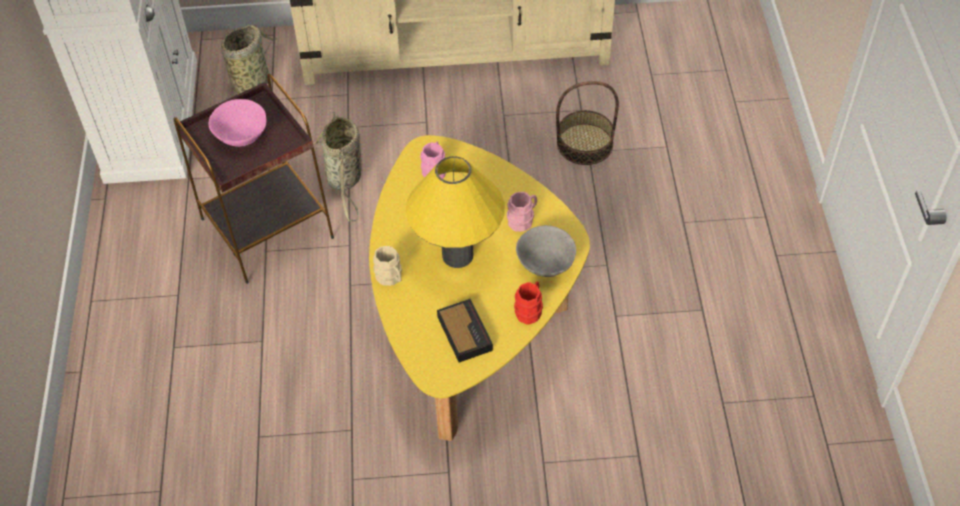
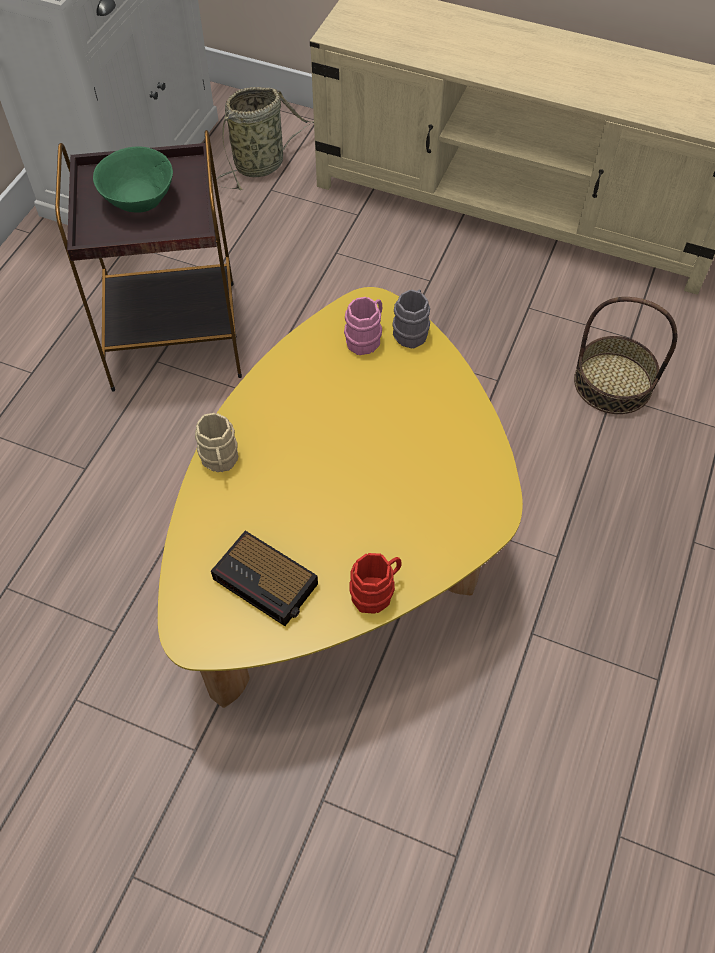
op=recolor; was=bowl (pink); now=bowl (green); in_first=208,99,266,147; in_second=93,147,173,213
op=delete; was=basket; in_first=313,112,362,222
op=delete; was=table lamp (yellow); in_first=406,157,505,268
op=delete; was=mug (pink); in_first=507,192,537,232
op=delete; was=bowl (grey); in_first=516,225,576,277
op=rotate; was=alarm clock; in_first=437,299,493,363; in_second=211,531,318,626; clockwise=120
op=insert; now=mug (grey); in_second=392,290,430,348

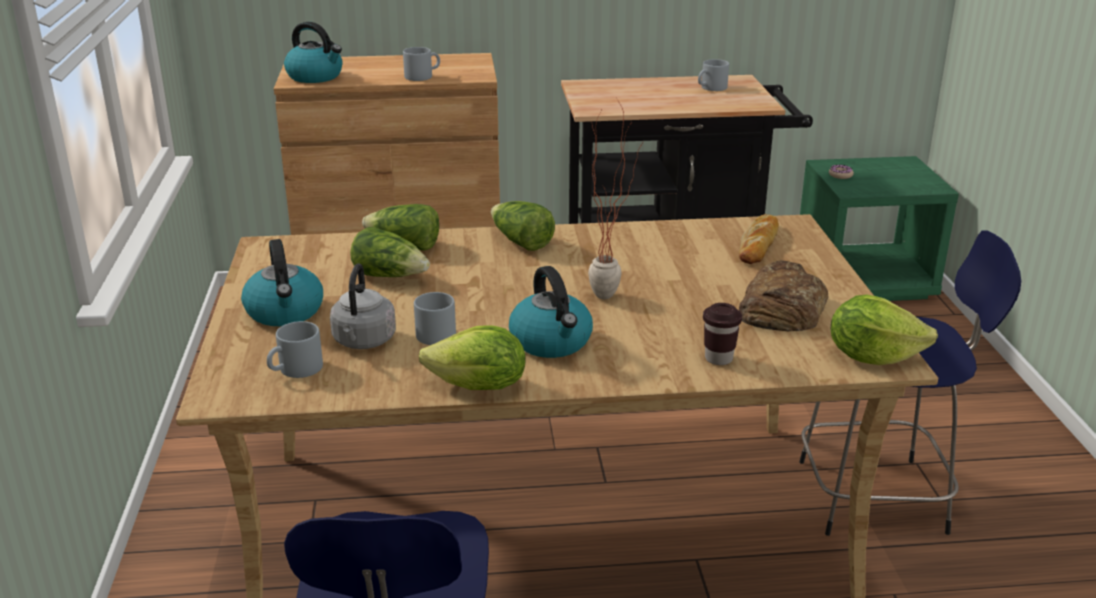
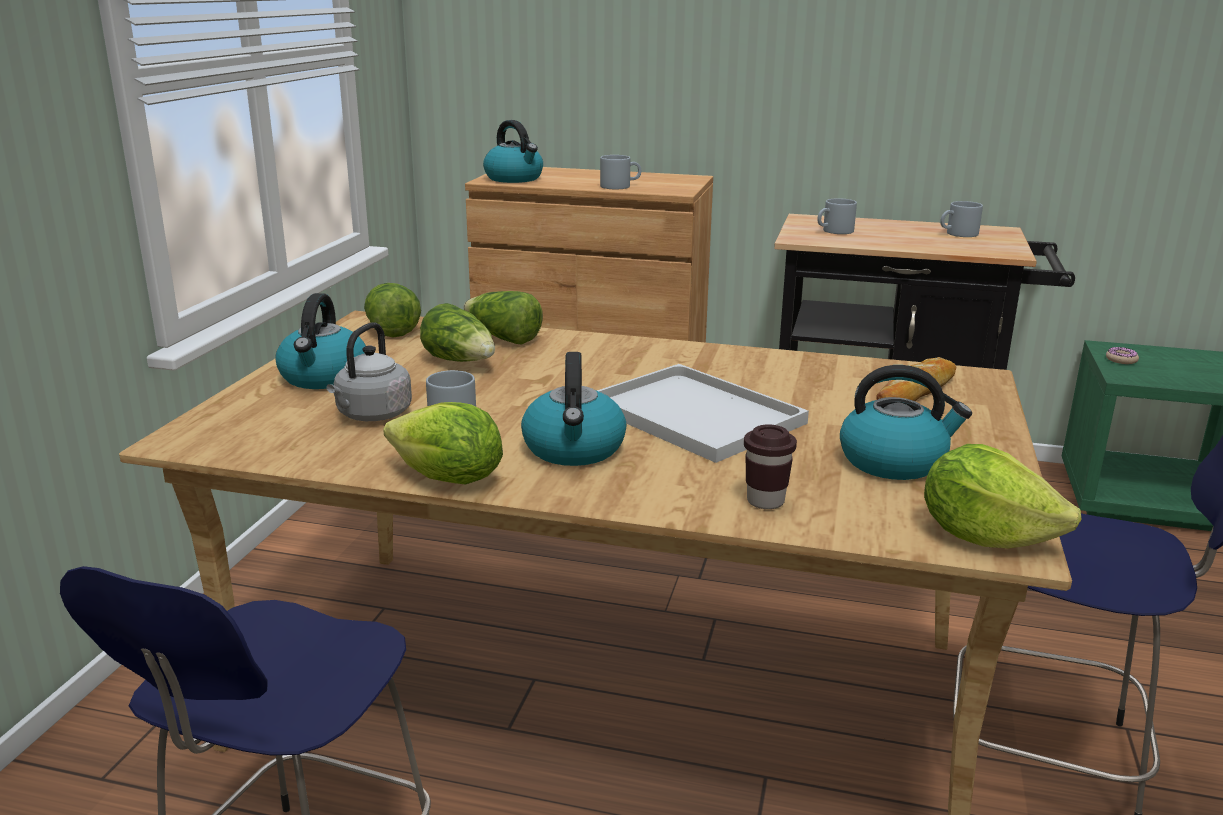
op=replace; was=potted plant; now=tray (white); in_first=588,96,642,299; in_second=597,364,809,463
op=move; was=lettuce; in_first=491,201,555,251; in_second=364,283,421,337
op=replace; was=bread; now=kettle; in_first=739,260,828,331; in_second=840,365,972,480
op=move; was=mug (grey); in_first=267,321,323,378; in_second=817,198,857,234

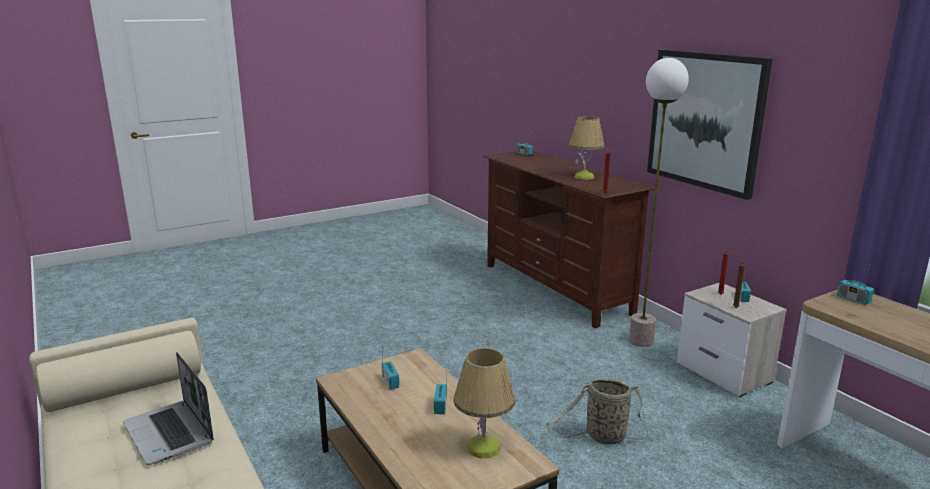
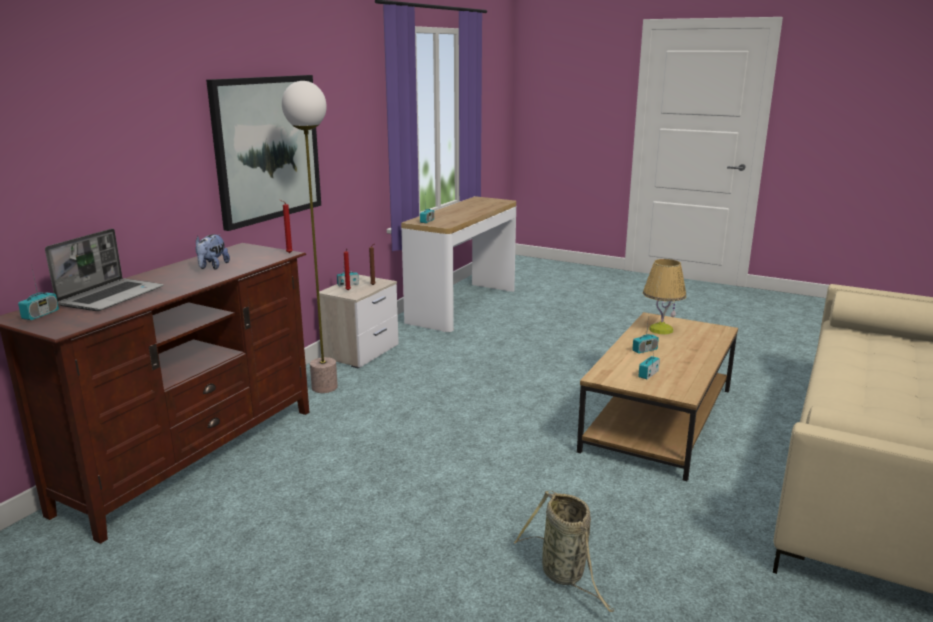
op=replace; was=table lamp; now=plush toy; in_first=569,116,605,180; in_second=195,234,230,270
op=move; was=laptop; in_first=123,352,214,465; in_second=45,228,164,311
op=move; was=basket; in_first=546,379,648,445; in_second=514,491,614,612

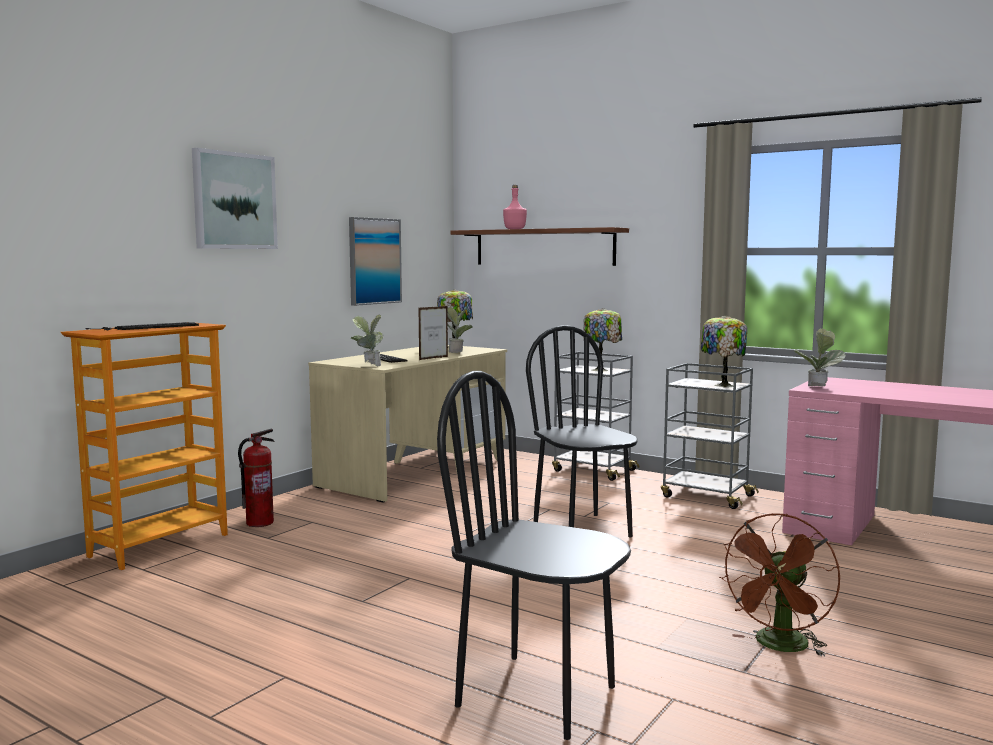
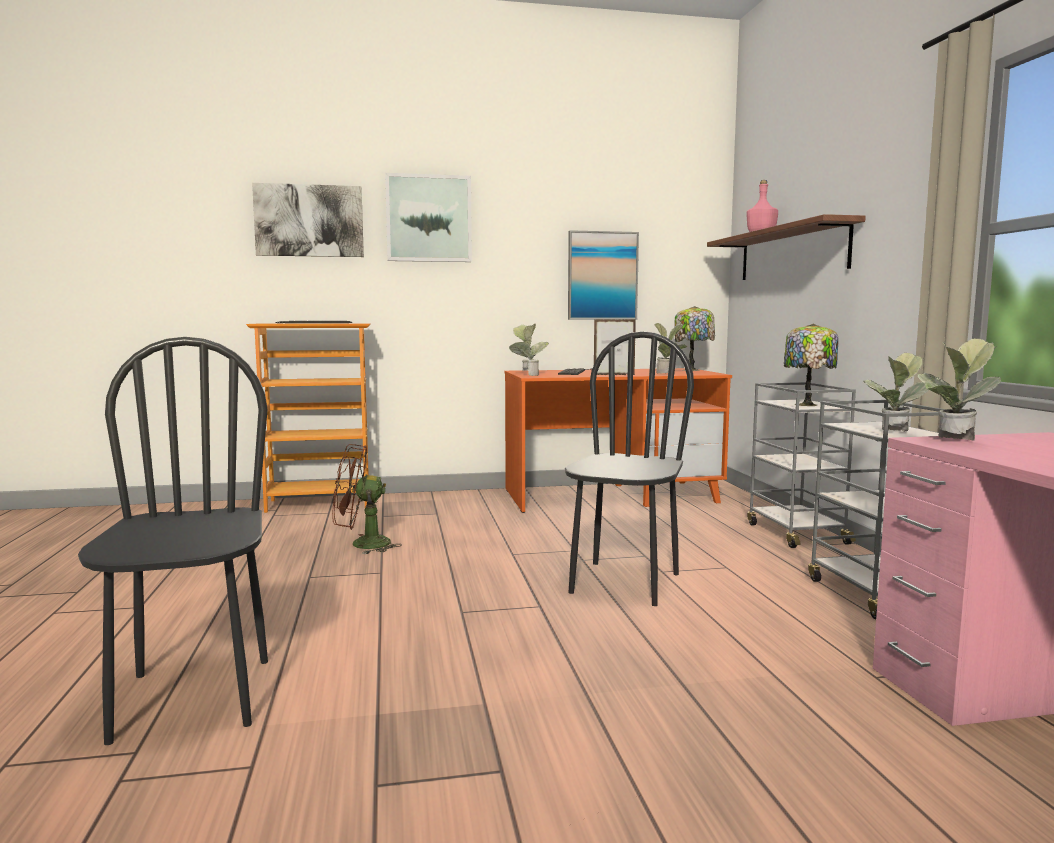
op=replace; was=table lamp; now=potted plant; in_first=701,316,747,387; in_second=863,353,928,431
op=recolor; was=desk (beige); now=desk (orange); in_first=308,345,507,503; in_second=504,368,732,513
op=delete; was=fire extinguisher; in_first=238,429,274,527
op=move; was=fan (brown); in_first=719,513,840,657; in_second=332,444,402,555
op=insert; now=picture; in_second=252,183,364,257

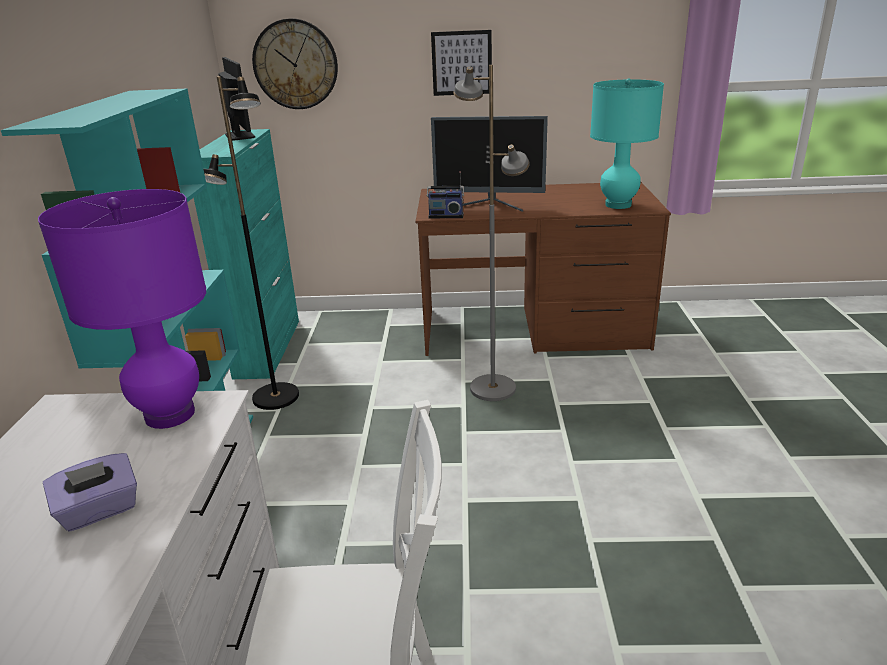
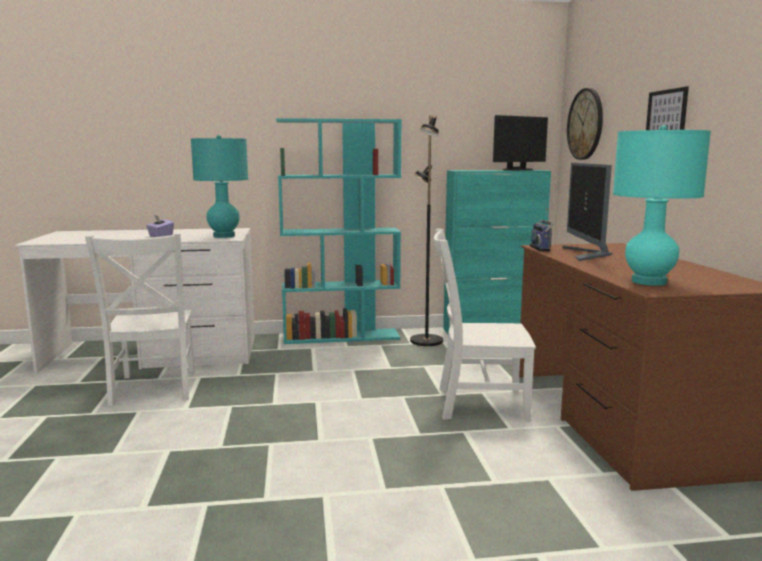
op=replace; was=floor lamp (grey); now=chair (white); in_first=453,65,530,401; in_second=434,229,536,421
op=recolor; was=table lamp (purple); now=table lamp (turquoise); in_first=38,189,206,429; in_second=191,135,248,238

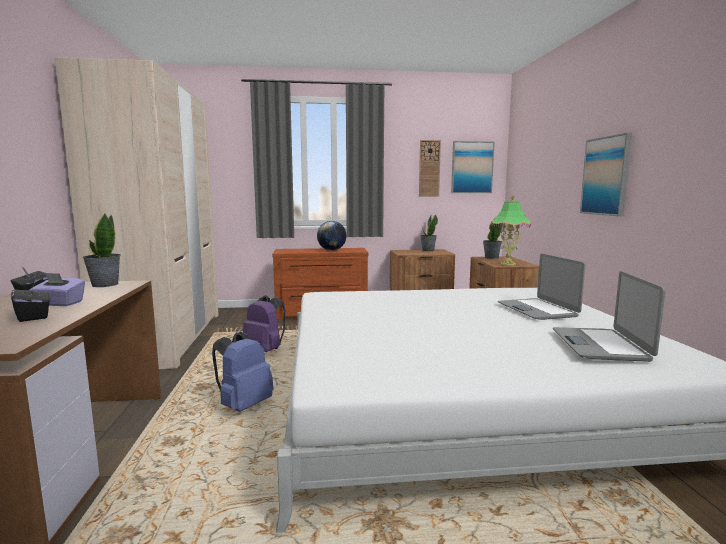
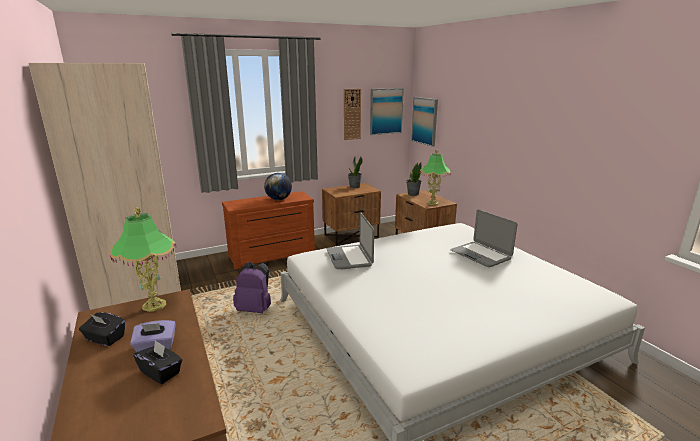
op=move; was=picture; in_first=580,133,632,216; in_second=411,97,438,147
op=replace; was=potted plant; now=table lamp; in_first=82,214,121,287; in_second=110,207,177,312
op=move; was=laptop; in_first=553,271,666,362; in_second=326,213,374,269
op=delete; was=backpack (blue); in_first=212,332,274,412

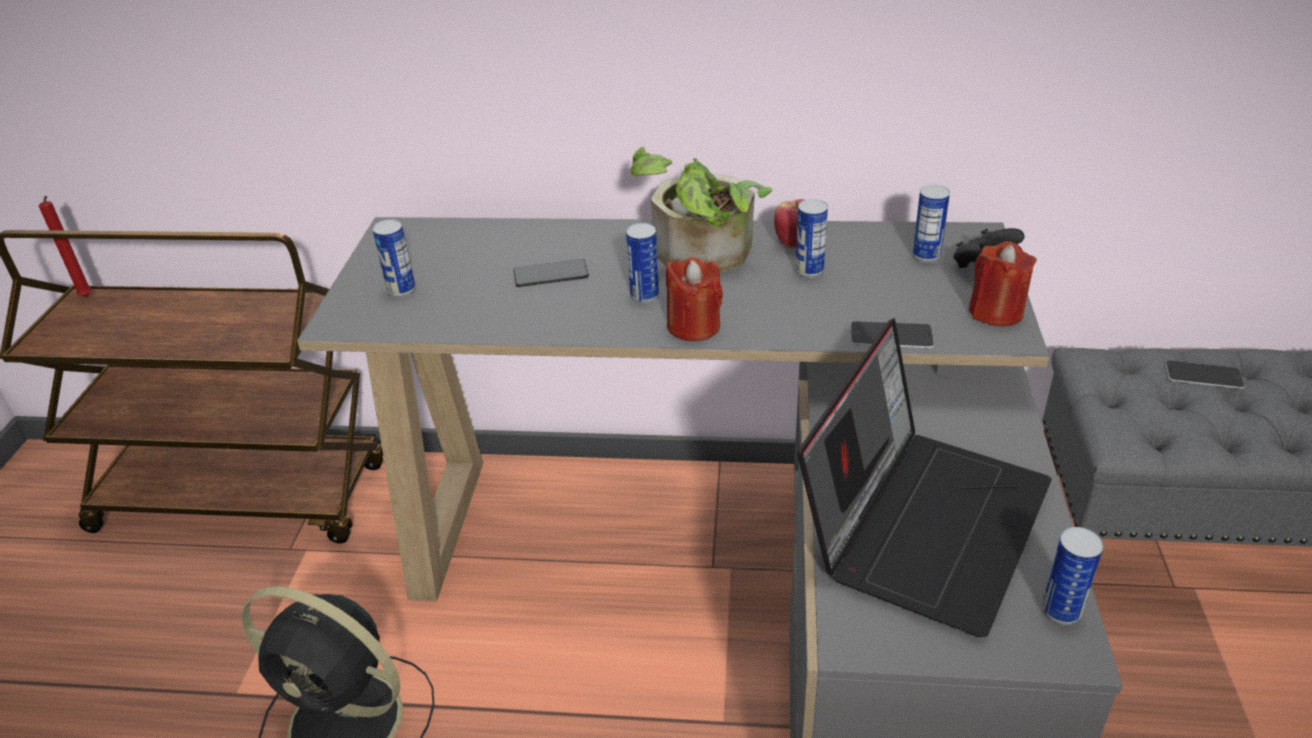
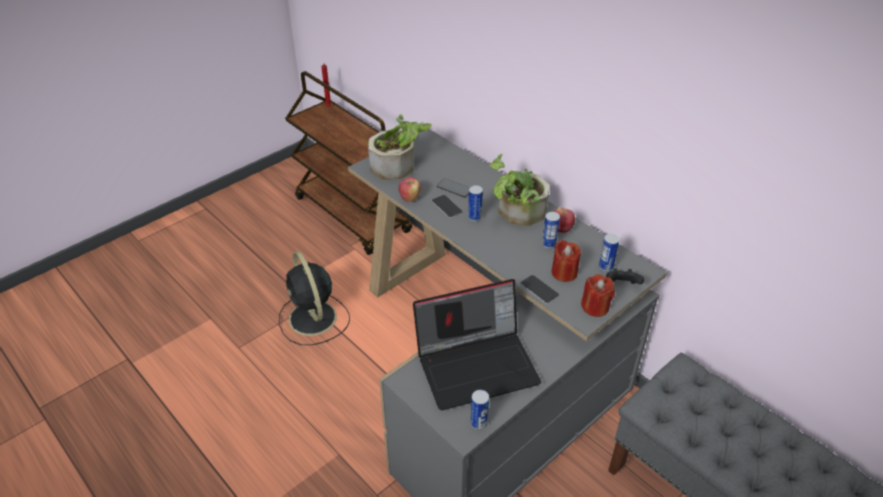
op=replace; was=can; now=potted plant; in_first=372,219,416,298; in_second=368,114,432,179
op=move; was=candle (red); in_first=666,257,723,341; in_second=552,240,581,282
op=move; was=phone; in_first=1165,360,1245,389; in_second=431,195,463,218
op=insert; now=apple; in_second=399,177,421,202

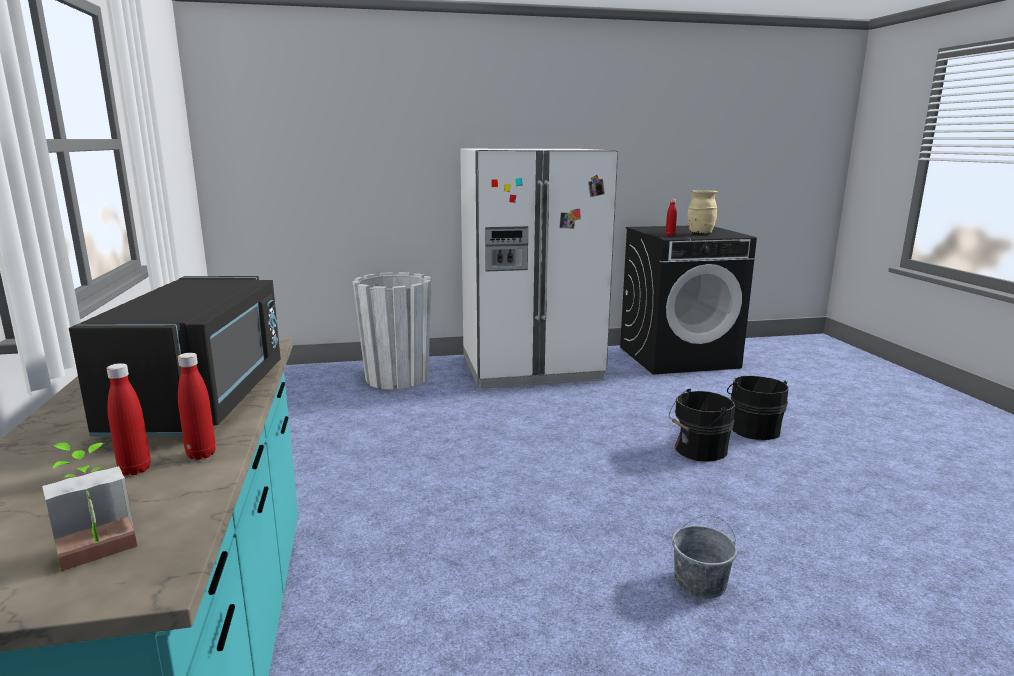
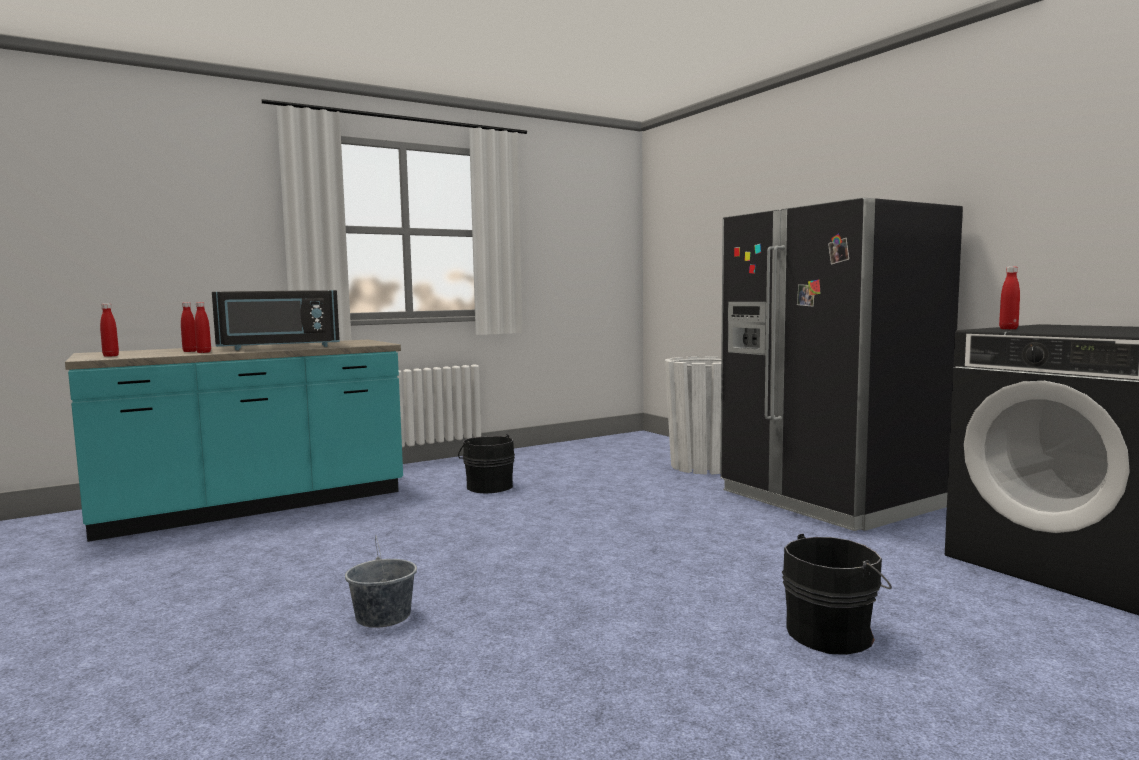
op=recolor; was=fridge (white); now=fridge (black); in_first=460,149,618,389; in_second=720,197,963,531
op=delete; was=vase (beige); in_first=688,190,717,235
op=move; was=bucket (black); in_first=669,389,735,461; in_second=458,434,515,494
op=replace; was=potted plant; now=bottle (red); in_first=42,443,137,571; in_second=100,304,119,357

